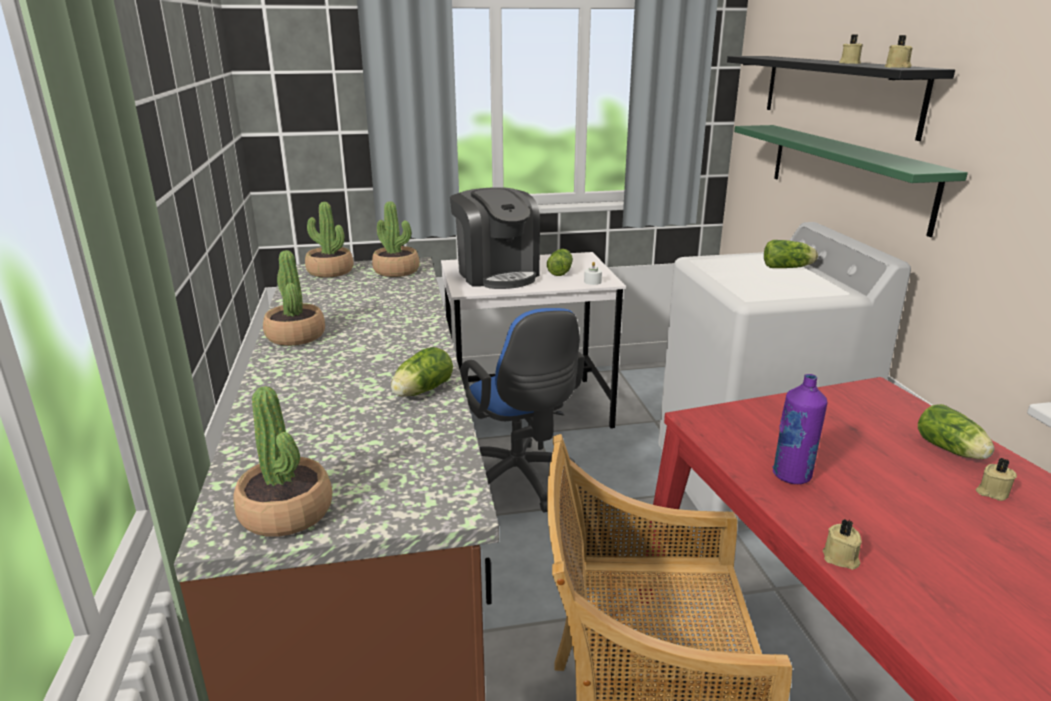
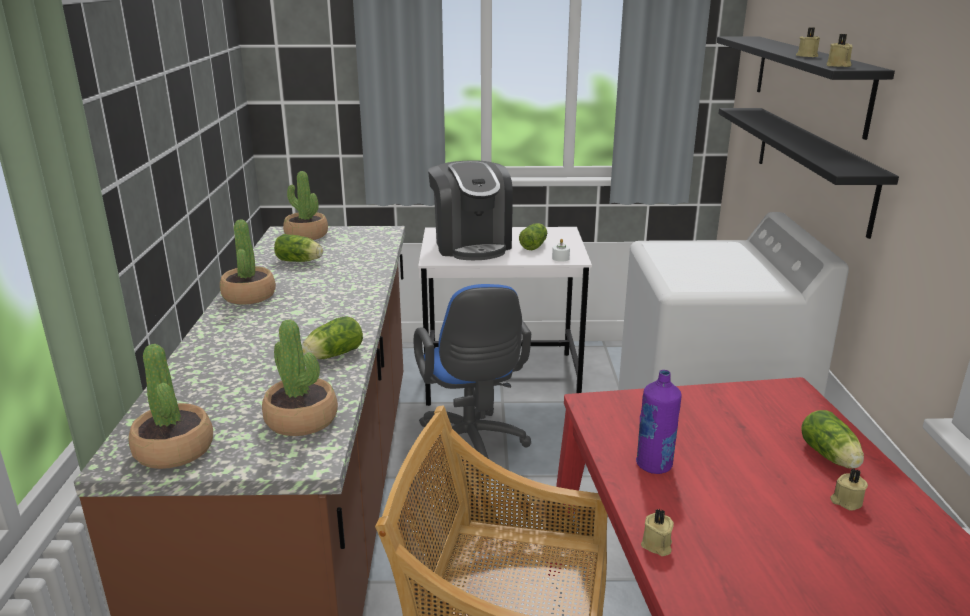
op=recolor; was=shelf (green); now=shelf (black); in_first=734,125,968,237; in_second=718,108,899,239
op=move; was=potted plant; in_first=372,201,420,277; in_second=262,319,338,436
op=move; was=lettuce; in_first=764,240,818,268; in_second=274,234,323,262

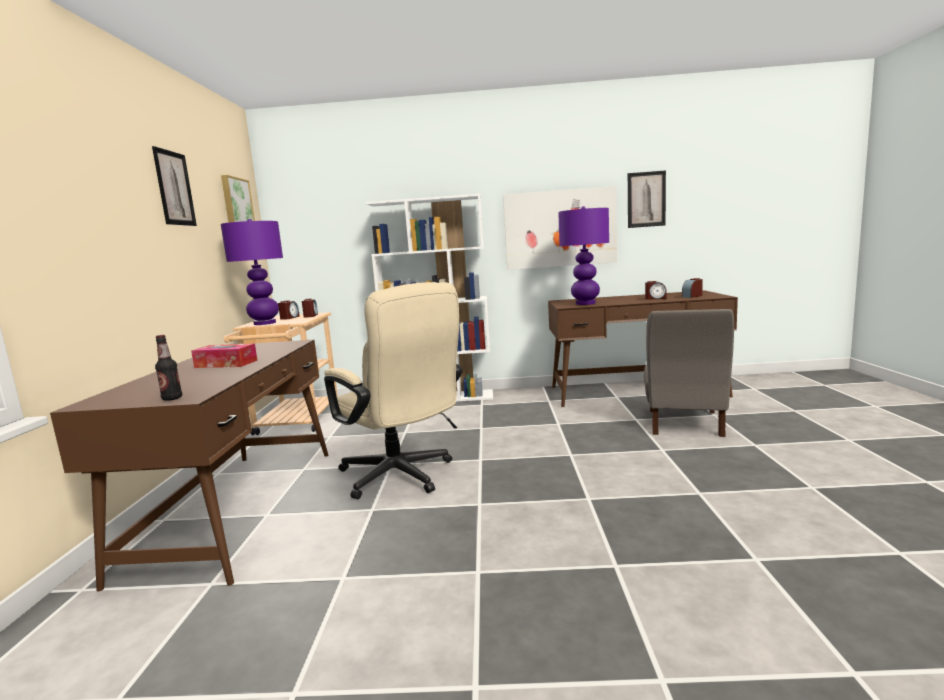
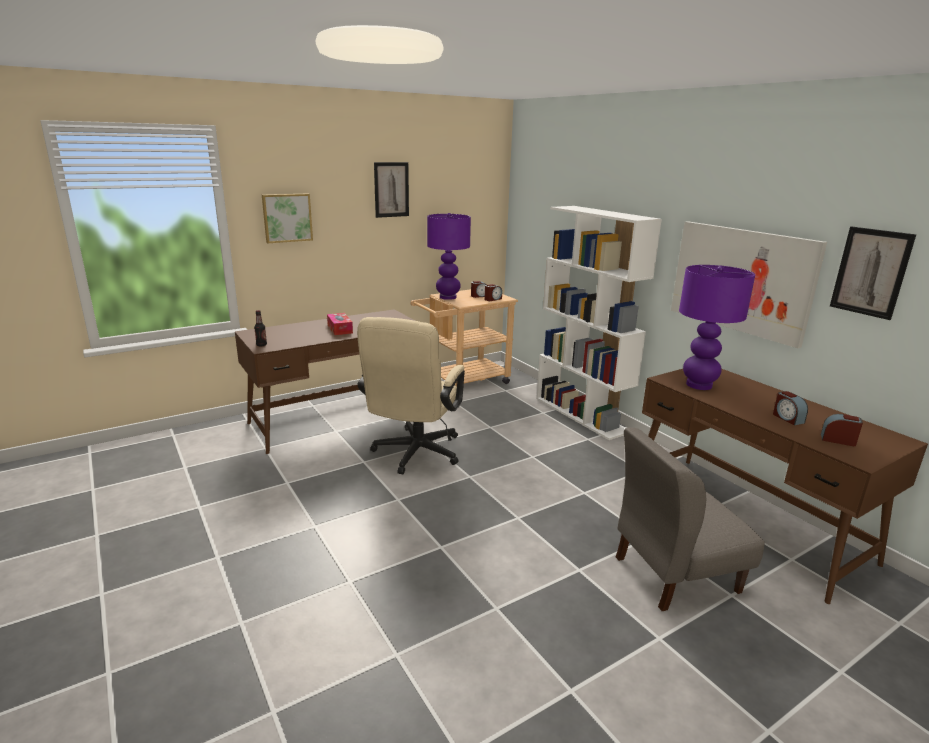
op=move; was=picture; in_first=221,175,255,223; in_second=262,193,313,243

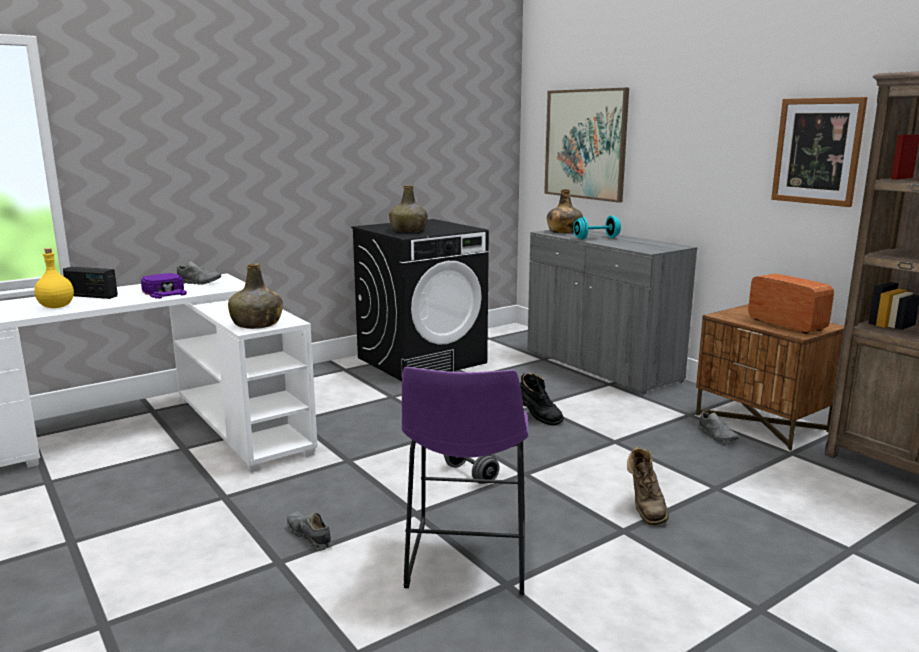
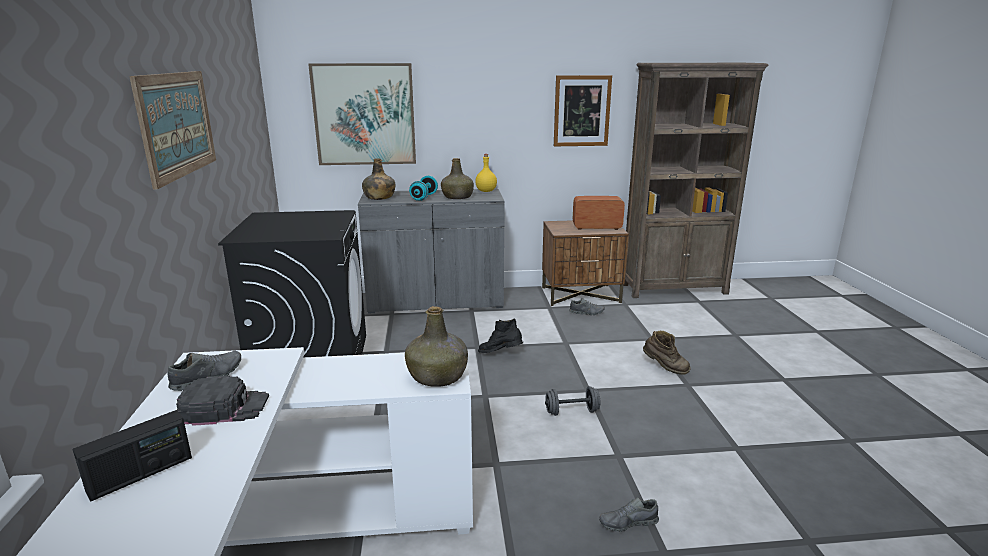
op=move; was=bottle (green); in_first=389,185,428,232; in_second=441,158,474,199
op=move; was=bottle (yellow); in_first=34,248,74,308; in_second=475,154,497,192
op=recolor; was=cap (purple); now=cap (black); in_first=141,273,187,299; in_second=176,376,269,426
op=delete; was=stool (purple); in_first=402,367,529,595
op=rotate; was=boot (black); in_first=520,373,564,425; in_second=478,319,523,353; clockwise=-150
op=insert; now=picture; in_second=129,71,216,189

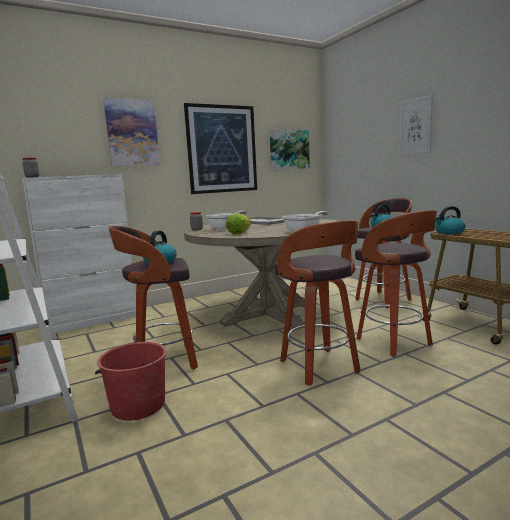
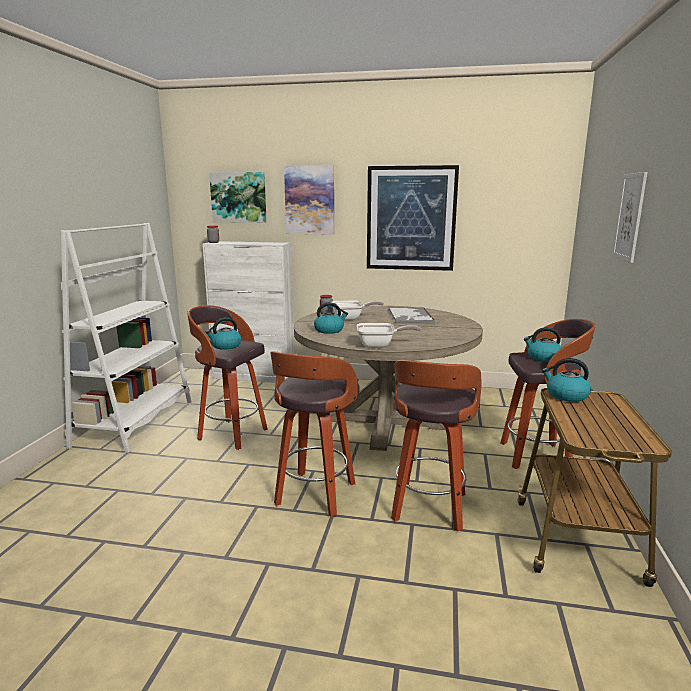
op=move; was=picture; in_first=270,129,310,171; in_second=209,172,267,223
op=replace; was=lettuce; now=kettle; in_first=226,214,252,234; in_second=314,302,348,334
op=delete; was=bucket (red); in_first=95,342,167,421

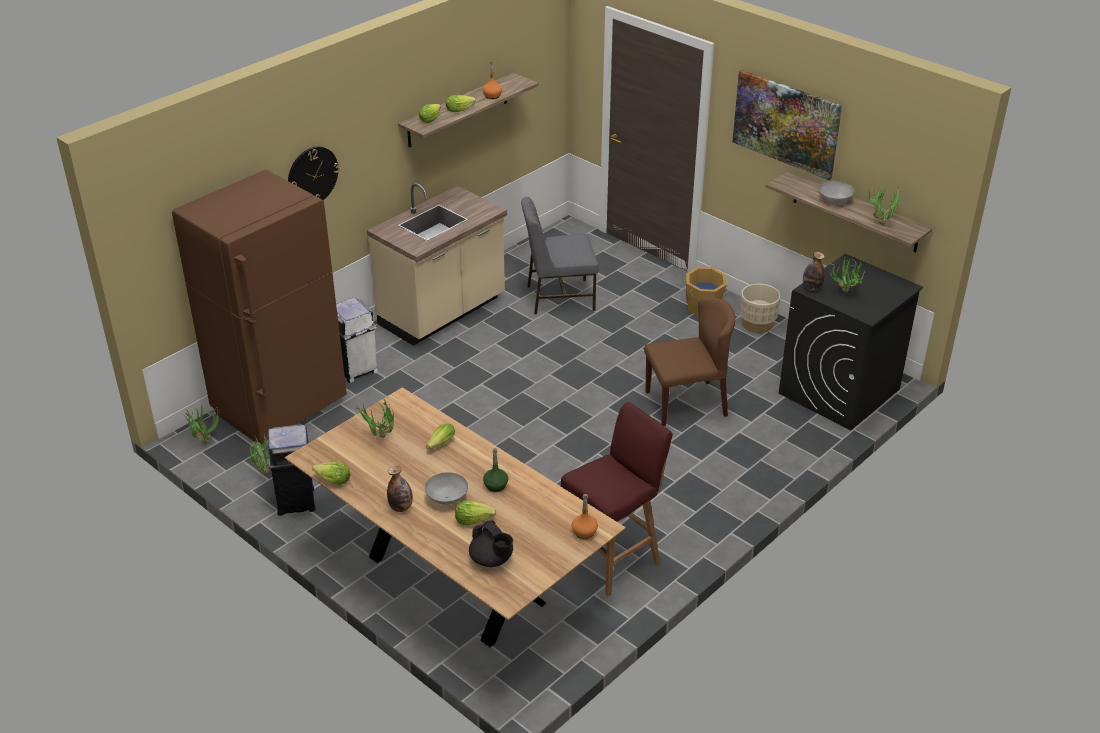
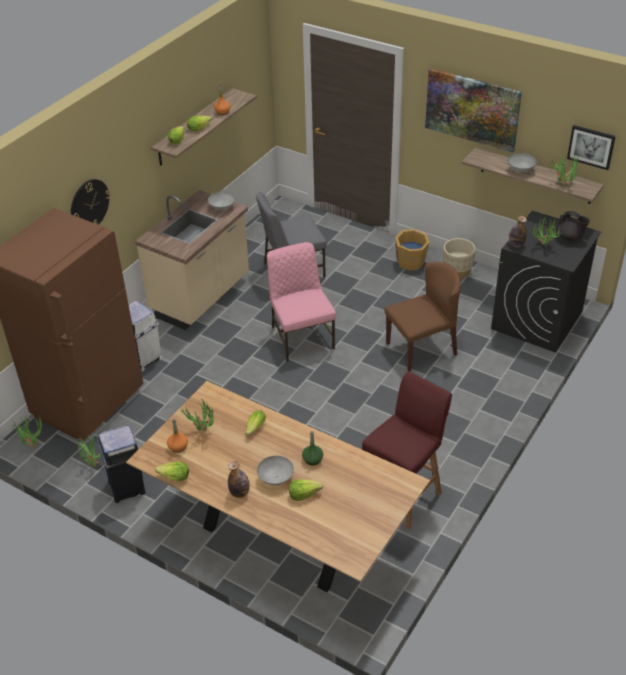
op=move; was=bottle (orange); in_first=572,494,598,539; in_second=167,419,188,453
op=move; was=teapot (black); in_first=469,520,513,567; in_second=556,211,590,241
op=insert; now=picture; in_second=567,125,616,170
op=insert; now=bowl (grey); in_second=208,191,236,210
op=insert; now=chair (pink); in_second=267,242,336,362

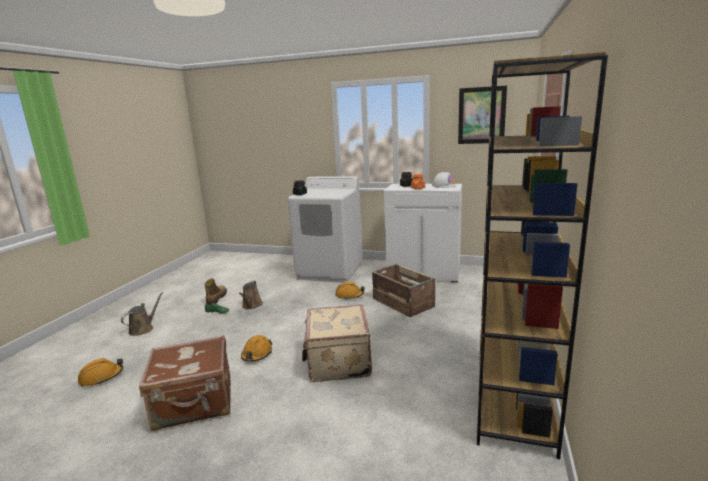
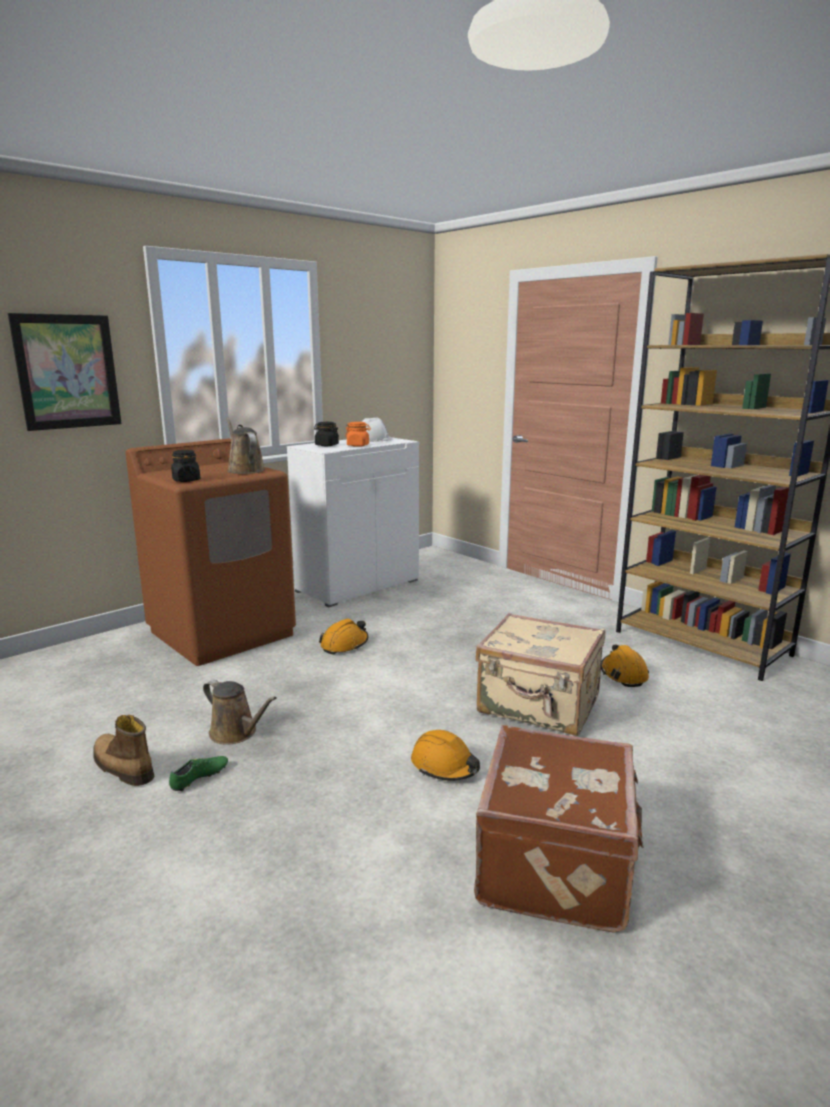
op=move; was=picture; in_first=458,86,507,144; in_second=8,313,121,431
op=recolor; was=washing machine (white); now=washing machine (brown); in_first=288,176,363,283; in_second=125,439,296,666
op=delete; was=crate; in_first=372,264,435,317
op=move; was=watering can (brown); in_first=121,292,164,336; in_second=226,417,265,474
op=move; was=hard hat (orange); in_first=78,358,123,387; in_second=601,644,649,687

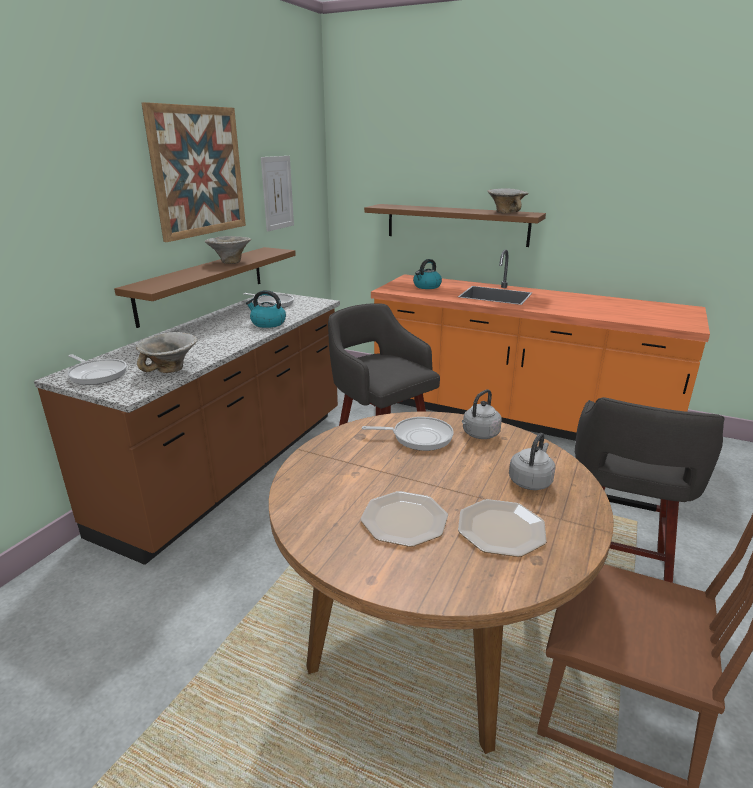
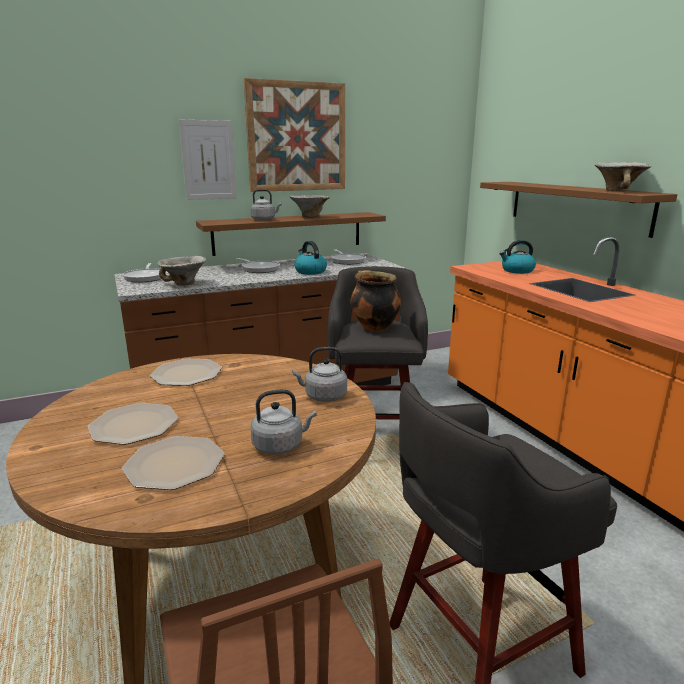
op=move; was=picture; in_first=261,156,294,232; in_second=179,120,237,200
op=move; was=frying pan; in_first=362,417,454,451; in_second=236,258,280,273
op=insert; now=kettle (grey); in_second=250,189,282,221
op=insert; now=cooking pot; in_second=351,270,401,331
op=insert; now=plate; in_second=150,359,222,386

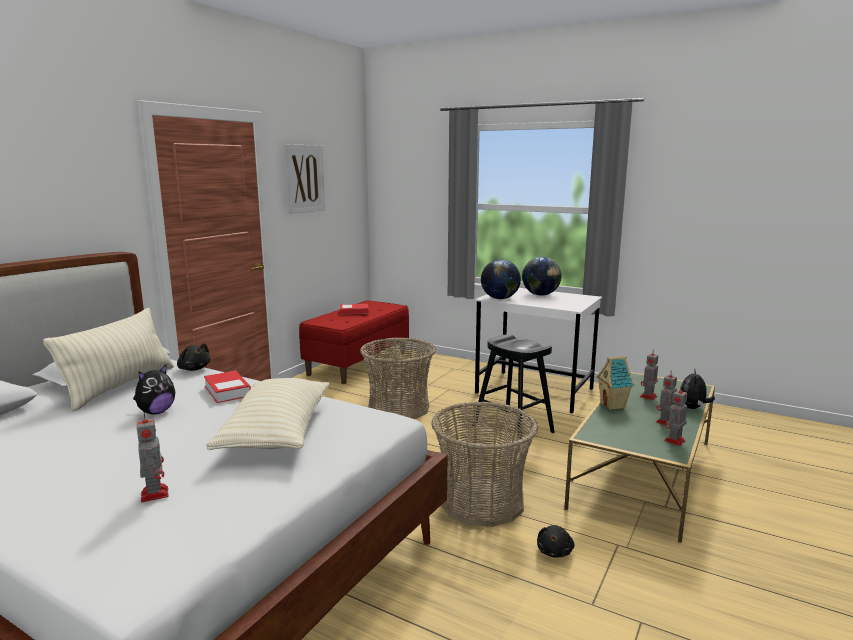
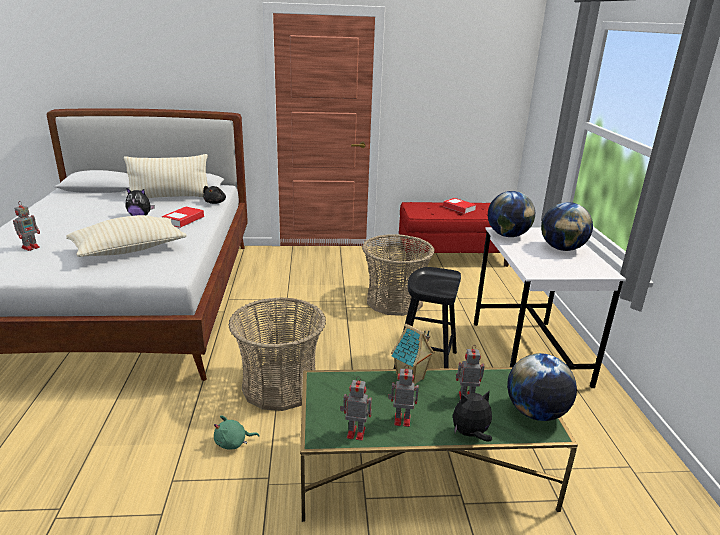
op=delete; was=picture; in_first=284,144,325,214
op=recolor; was=plush toy (black); now=plush toy (green); in_first=537,525,574,558; in_second=214,415,259,450
op=insert; now=globe; in_second=507,353,577,421

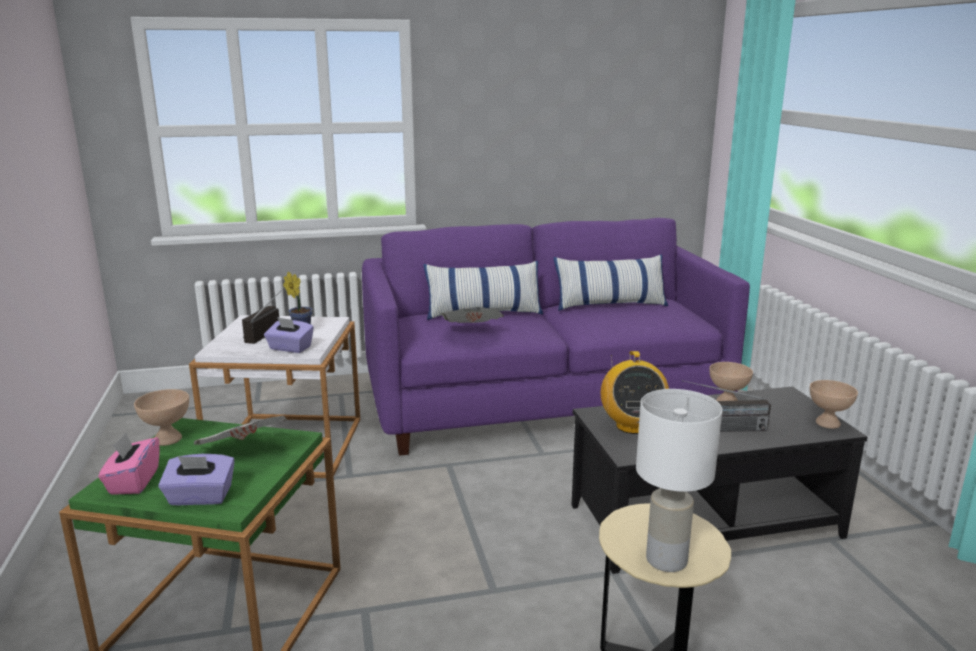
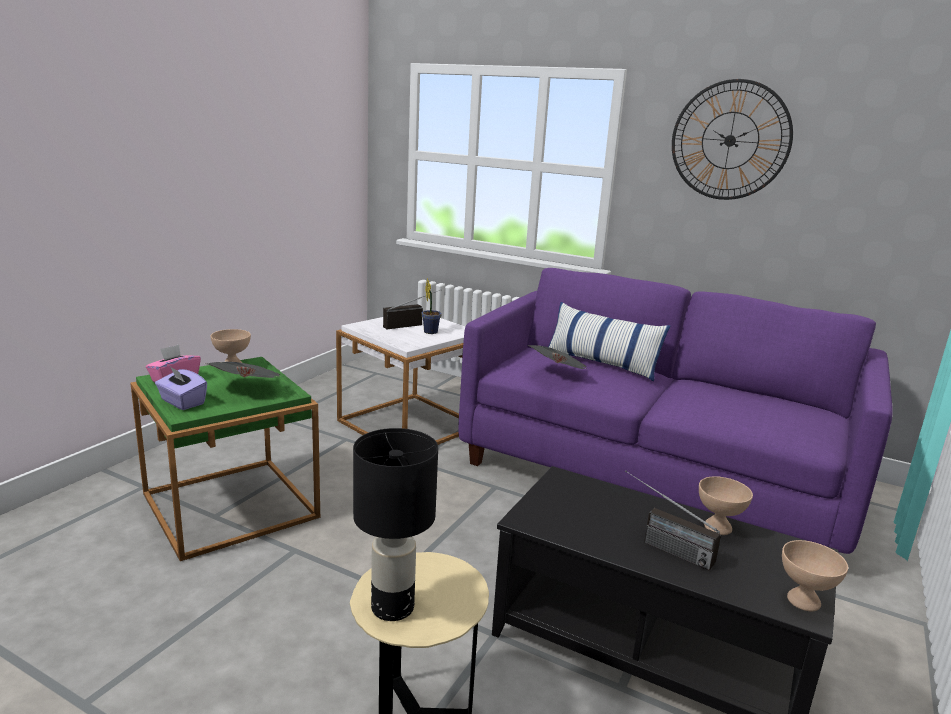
op=delete; was=pillow; in_first=554,254,668,311
op=delete; was=tissue box (purple); in_first=264,317,314,353
op=delete; was=radio; in_first=601,351,669,434
op=recolor; was=table lamp (white); now=table lamp (black); in_first=636,389,722,572; in_second=353,428,438,621
op=insert; now=wall clock; in_second=672,79,793,200

